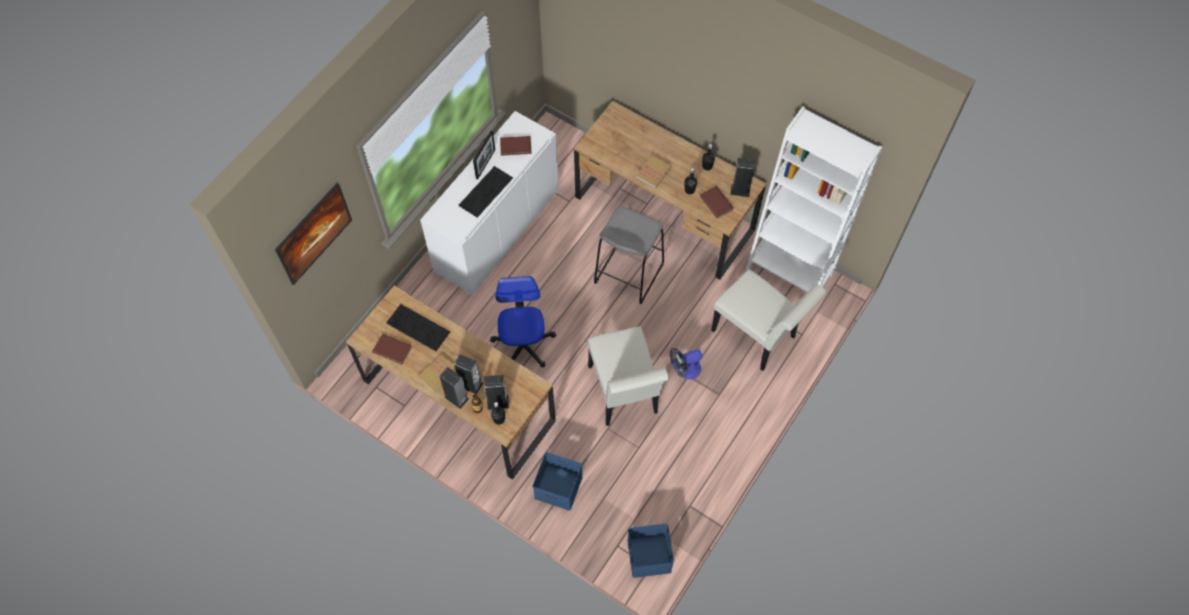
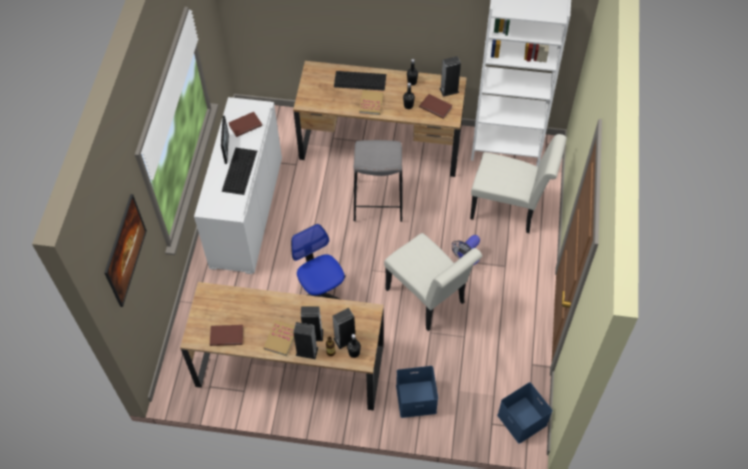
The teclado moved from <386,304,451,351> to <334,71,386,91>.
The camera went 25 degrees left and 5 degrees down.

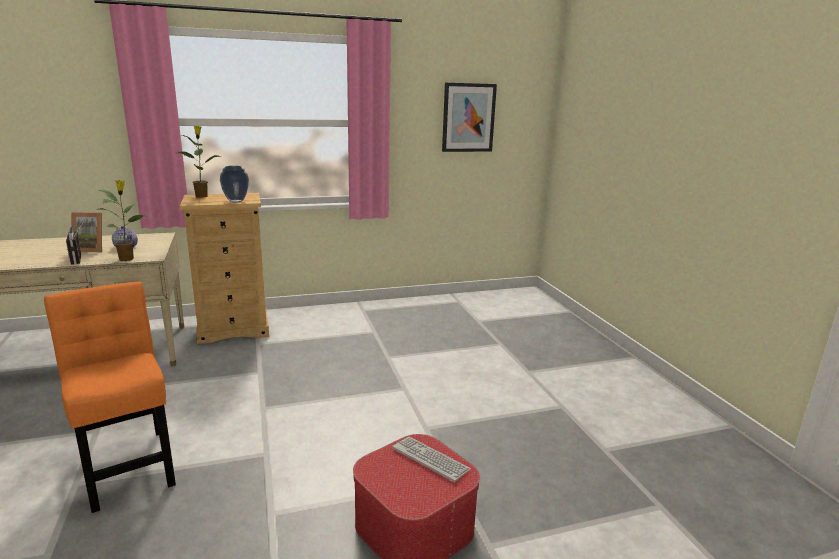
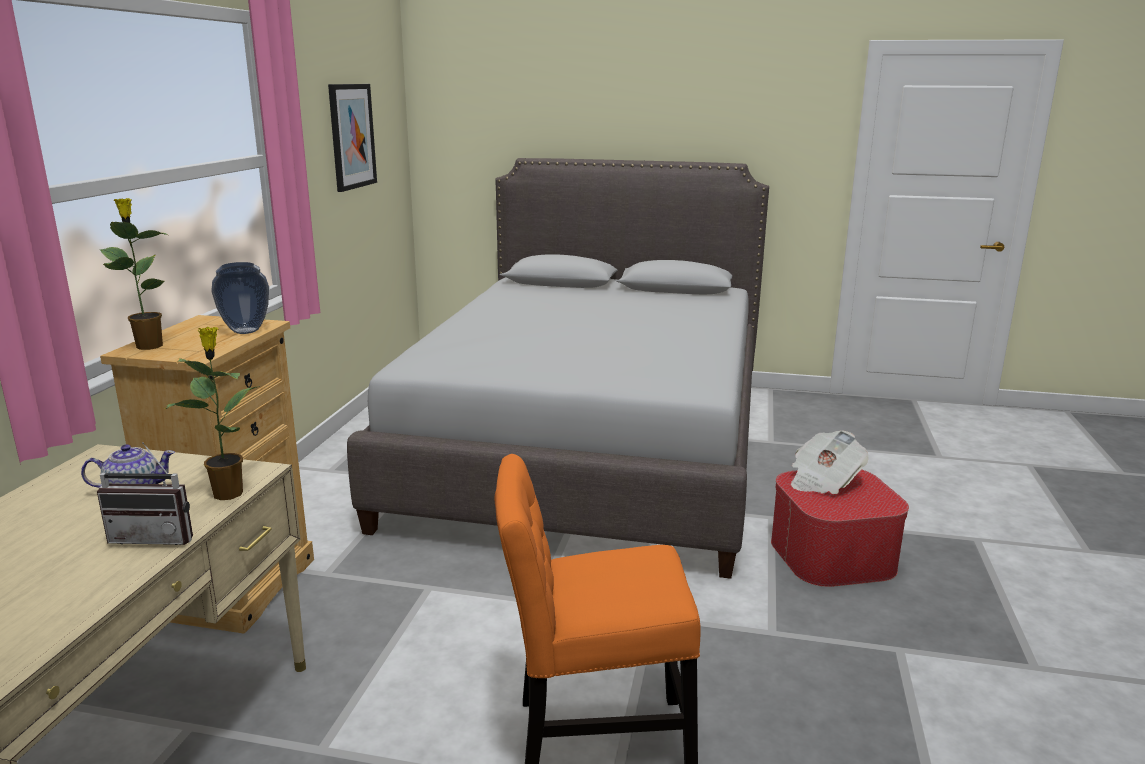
The portarretratos at <71,212,102,252> disappeared.
The cama/gris at <347,158,769,579> appeared.
The teclado at <392,437,471,482> was replaced by the periódico at <791,431,868,494>.
The camera went 60 degrees left and 0 degrees up.

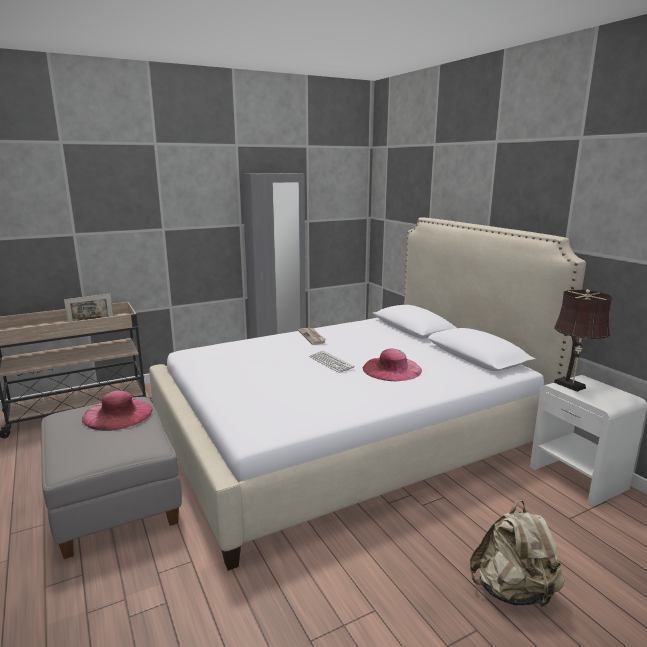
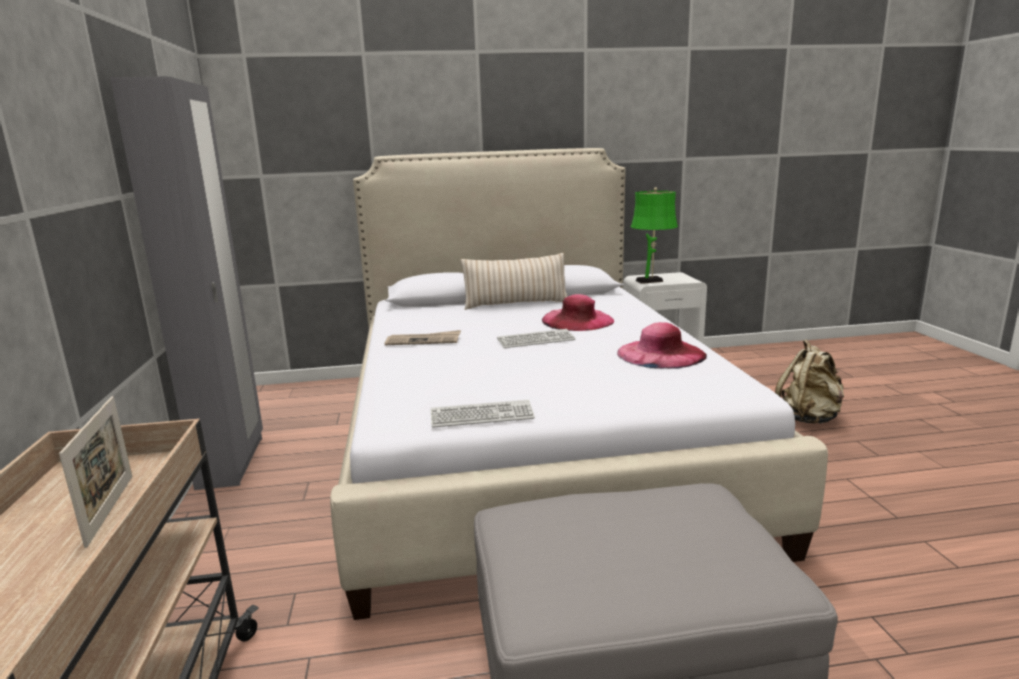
The teclado at <431,400,535,428> appeared.
The cojín/beis at <460,253,568,310> appeared.
The sombrero/rosa moved from <82,390,153,431> to <617,322,707,369>.
The lámpara de mesa/marrón at <554,289,612,392> became the lámpara de mesa/verde at <631,187,678,284>.
The camera went 70 degrees left and 0 degrees up.

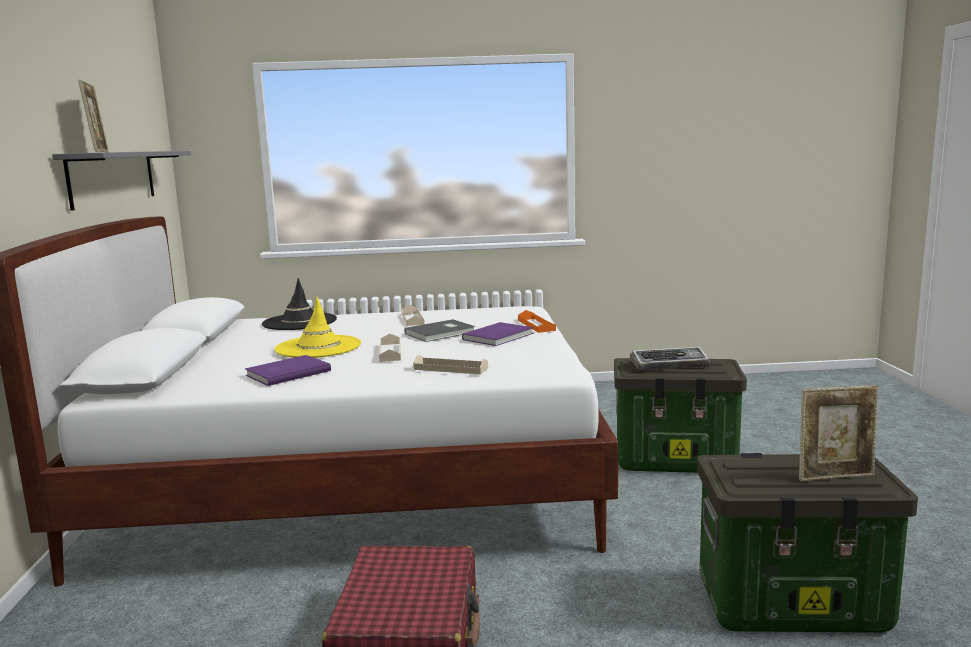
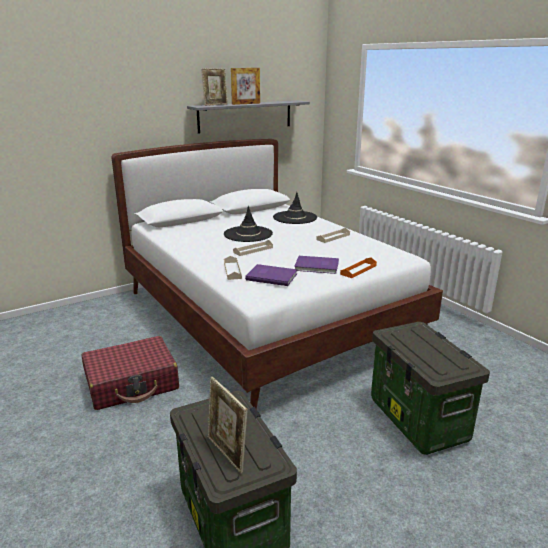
The libro/gris at <404,319,475,342> disappeared.
The teclado at <630,347,710,370> disappeared.
The portarretratos at <231,68,260,105> appeared.
The libro/morado moved from <245,355,331,386> to <245,264,297,286>.
The sombrero/amarillo at <275,297,361,358> became the sombrero/negro at <224,206,273,242>.
The camera went 60 degrees right and 10 degrees up.

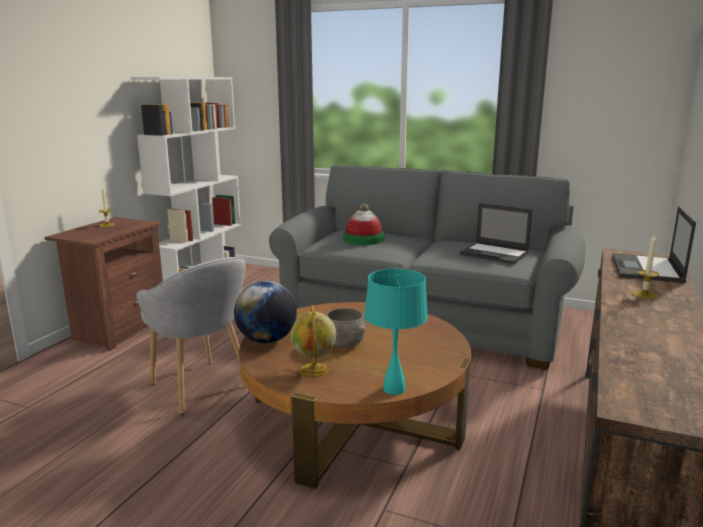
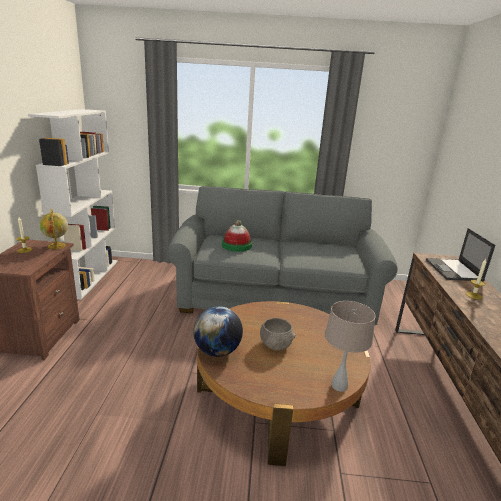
The sillón/gris at <136,257,246,415> disappeared.
The portátil at <460,203,533,264> disappeared.
The globo terráqueo moved from <291,305,337,378> to <39,209,68,249>.
The lámpara de mesa/turquesa at <364,269,428,395> became the lámpara de mesa/beis at <325,301,376,392>.
The camera went 20 degrees left and 5 degrees up.

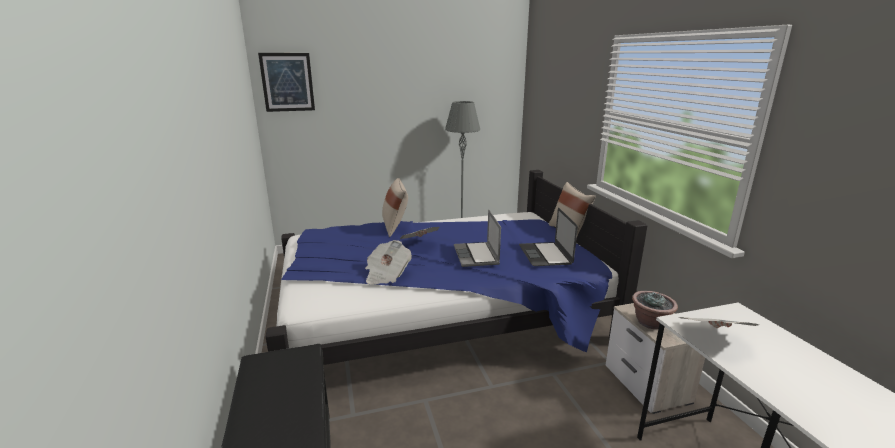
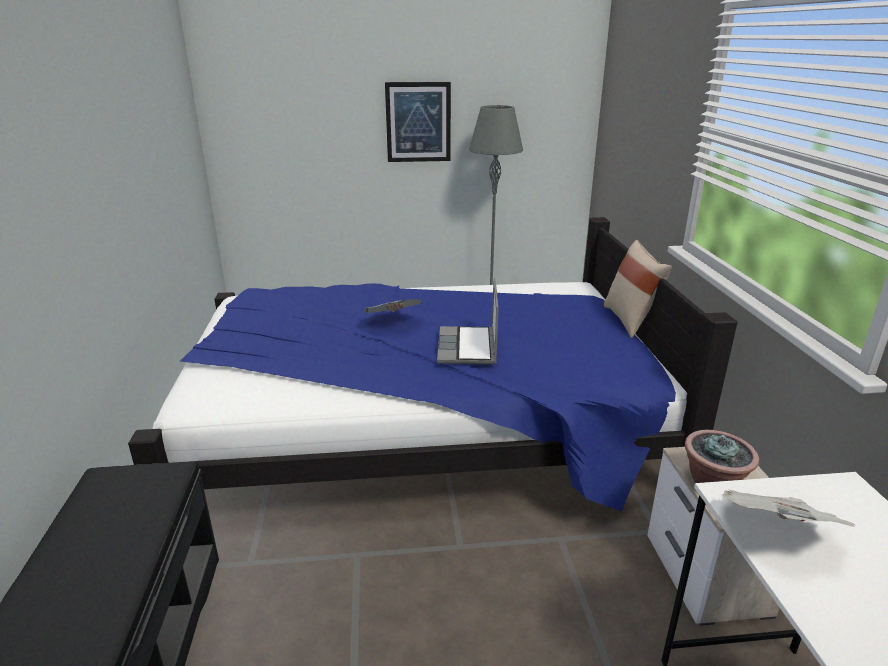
The periódico at <365,240,412,285> disappeared.
The cojín/beis at <382,178,408,237> disappeared.
The portátil at <519,208,578,266> disappeared.
The cuadro moved from <258,53,315,112> to <385,82,451,162>.
The camera went 10 degrees right and 5 degrees up.

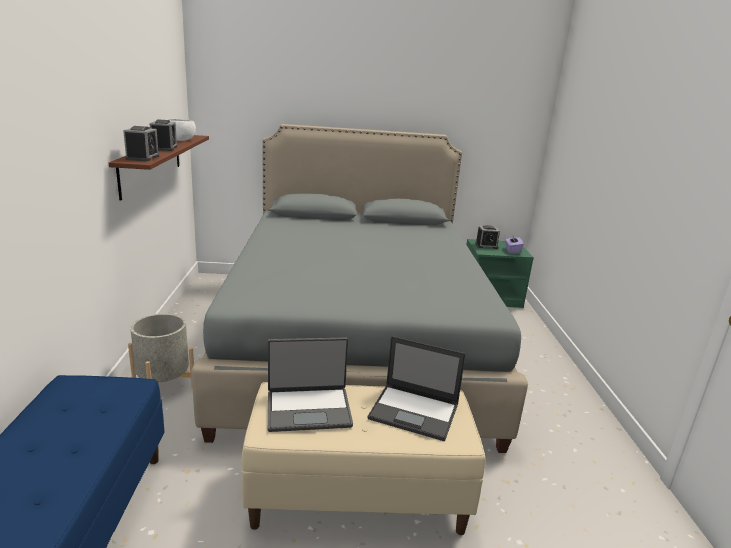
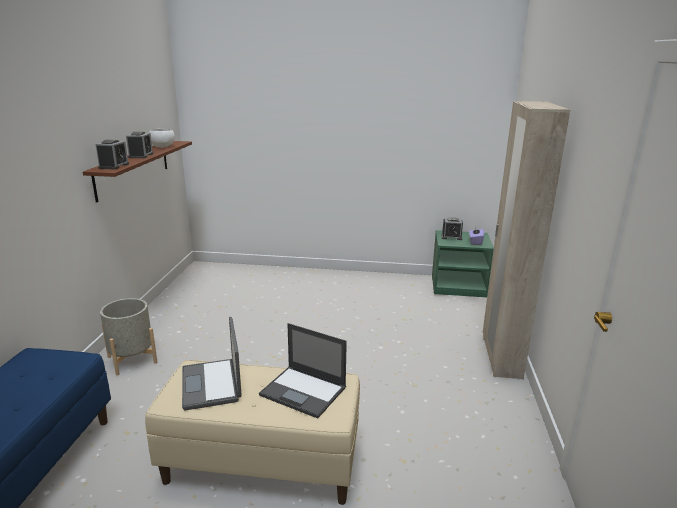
The cama/gris at <191,124,528,453> disappeared.
The armario ropero/beis at <483,101,570,379> appeared.
The portátil at <268,338,353,432> turned 75 degrees clockwise.
The camera went 10 degrees right and 0 degrees up.

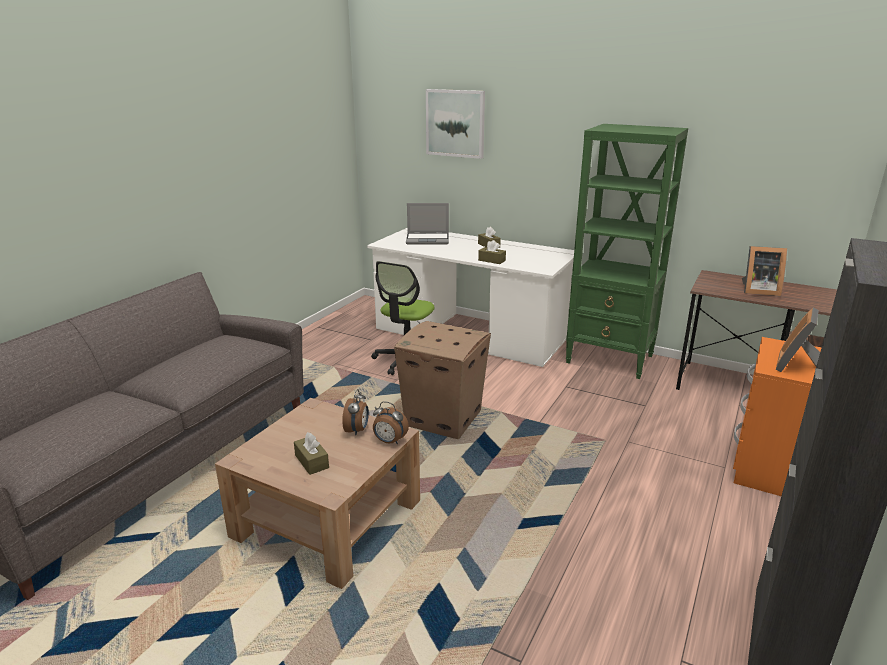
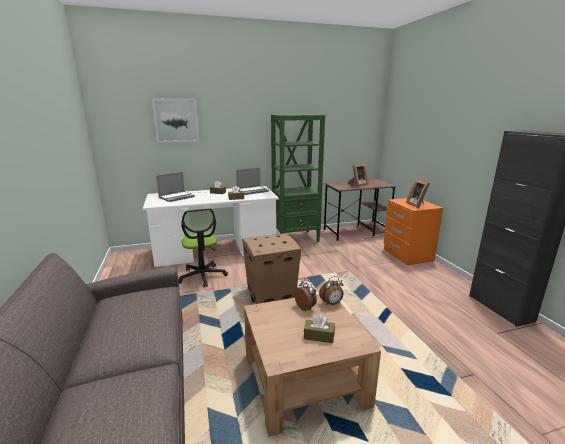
The portátil at <236,168,269,195> appeared.
The camera went 45 degrees left and 5 degrees down.

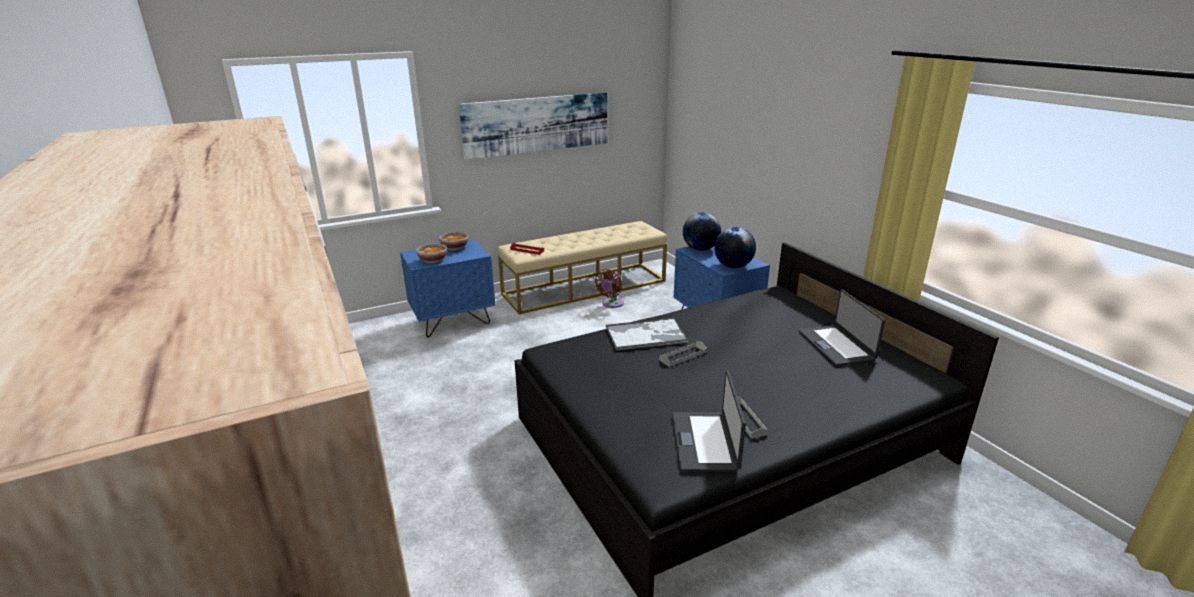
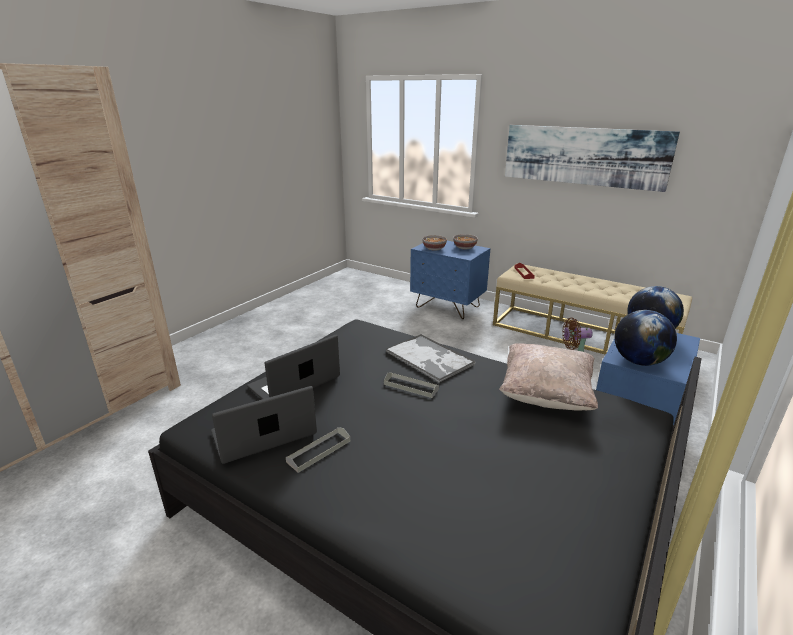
The cojín/beis at <499,343,598,411> appeared.
The portátil moved from <798,289,885,366> to <247,335,340,399>.
The camera went 60 degrees right and 0 degrees up.

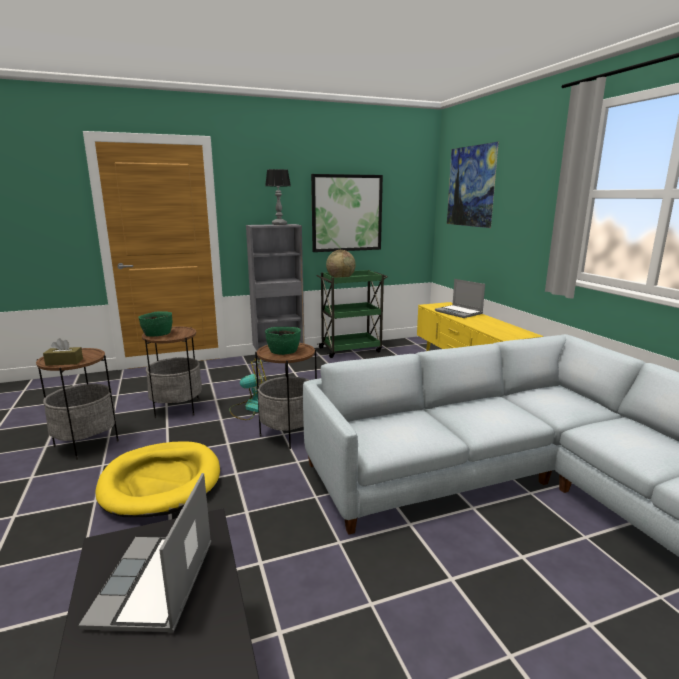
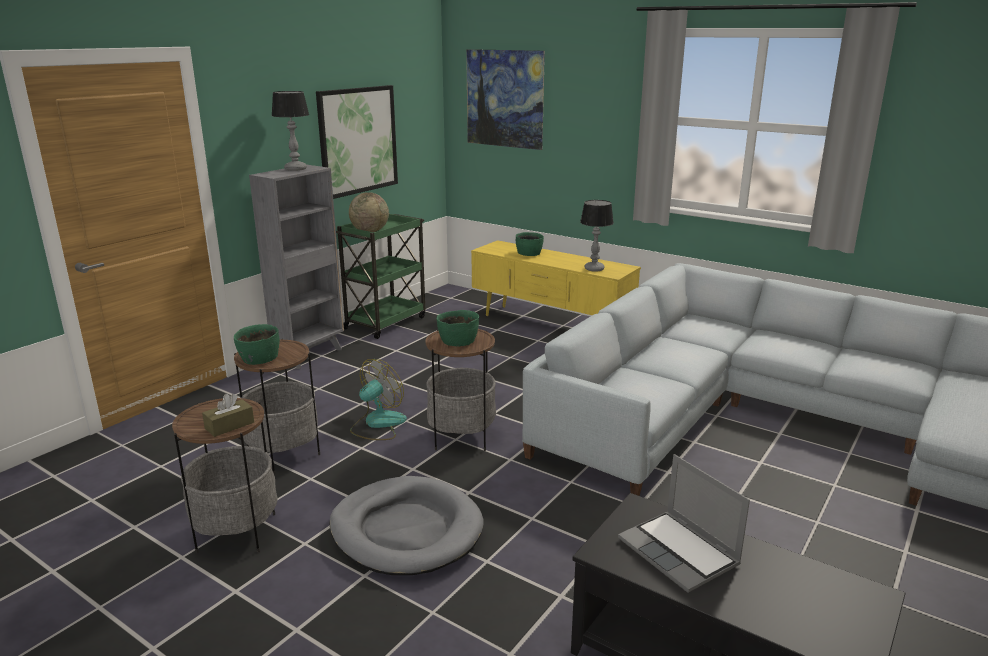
The lámpara de mesa at <580,200,614,272> appeared.
The portátil at <435,279,485,318> was replaced by the cuenco/verde at <516,232,544,256>.
The cama para perro/amarillo at <95,441,220,517> became the cama para perro/gris at <329,476,483,575>.
The camera went 35 degrees left and 5 degrees up.

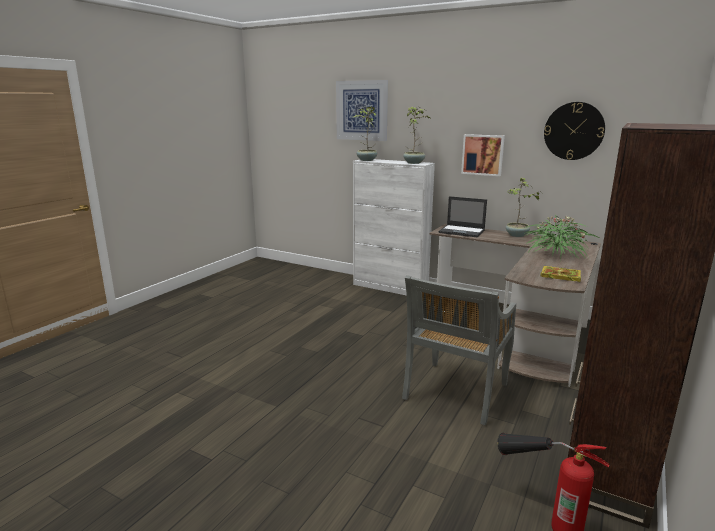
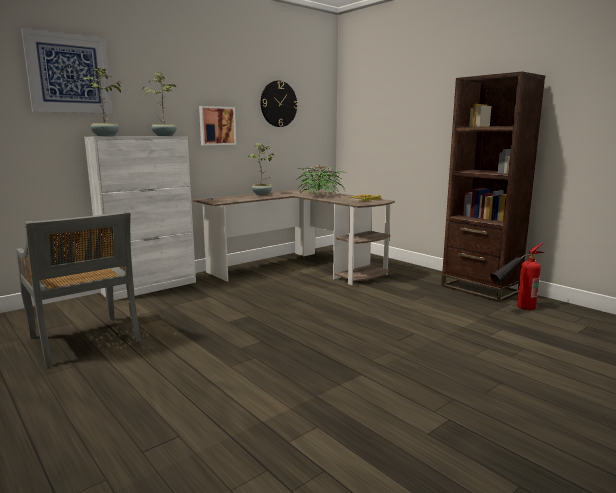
The portátil at <438,196,487,237> disappeared.
The silla/gris moved from <402,275,516,425> to <16,211,141,367>.
The camera went 70 degrees left and 5 degrees down.

